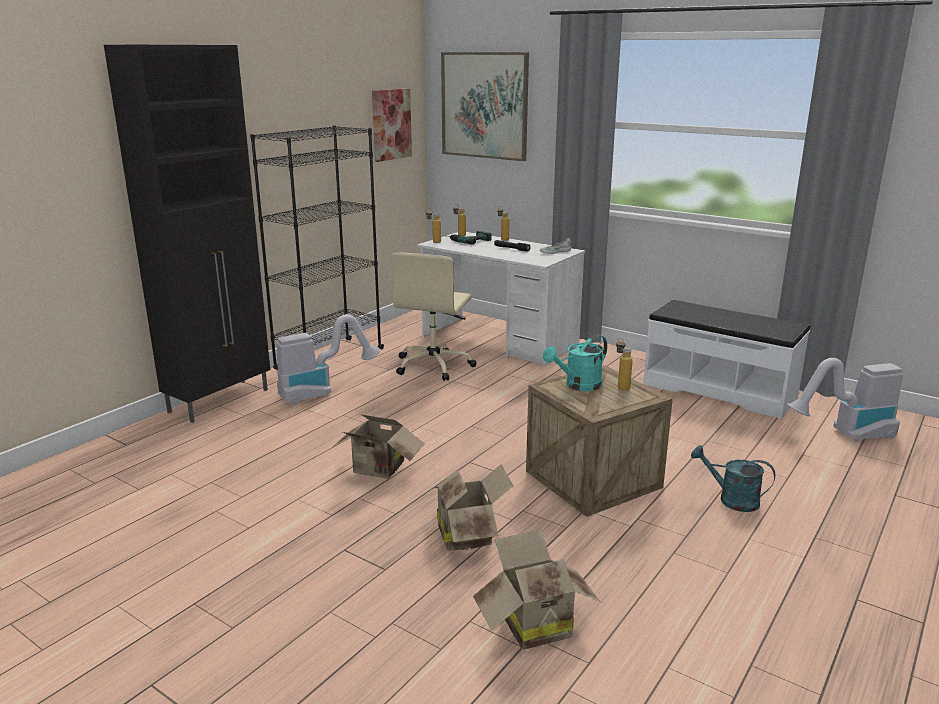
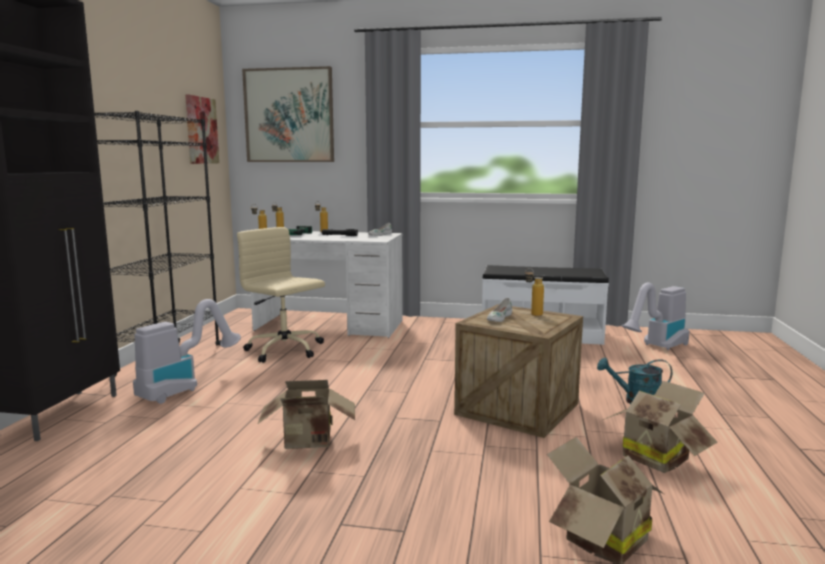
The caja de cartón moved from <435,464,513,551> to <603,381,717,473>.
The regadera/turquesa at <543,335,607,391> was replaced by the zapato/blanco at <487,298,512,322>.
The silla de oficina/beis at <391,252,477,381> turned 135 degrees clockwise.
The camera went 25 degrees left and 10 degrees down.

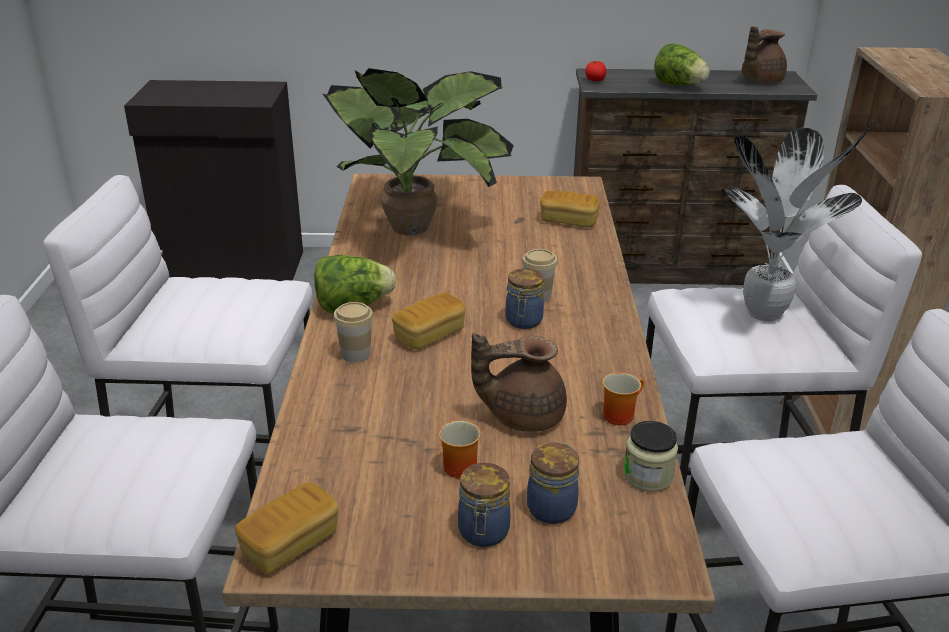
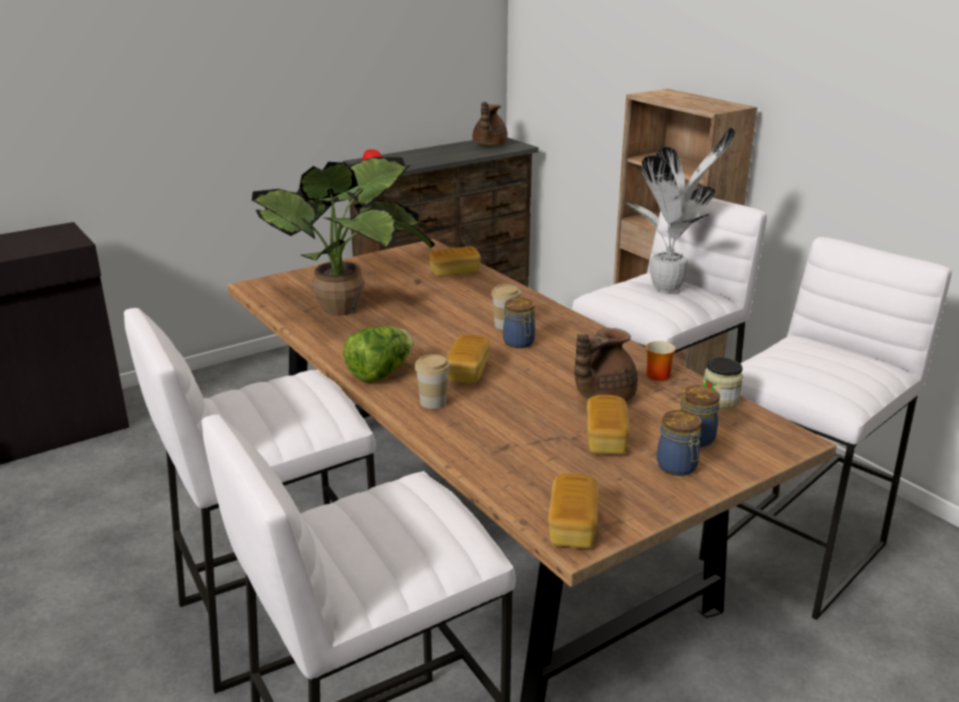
The lechuga at <654,43,710,85> disappeared.
The taza grande at <439,420,481,478> was replaced by the pan at <587,395,630,454>.
The camera went 35 degrees left and 5 degrees down.

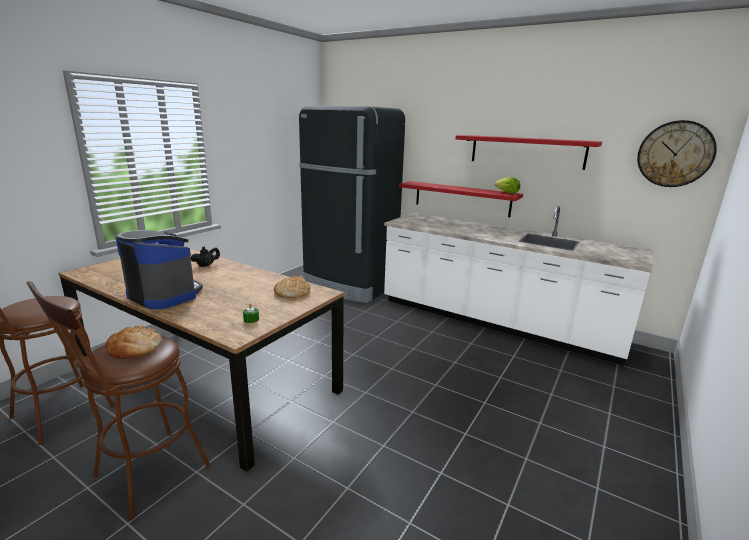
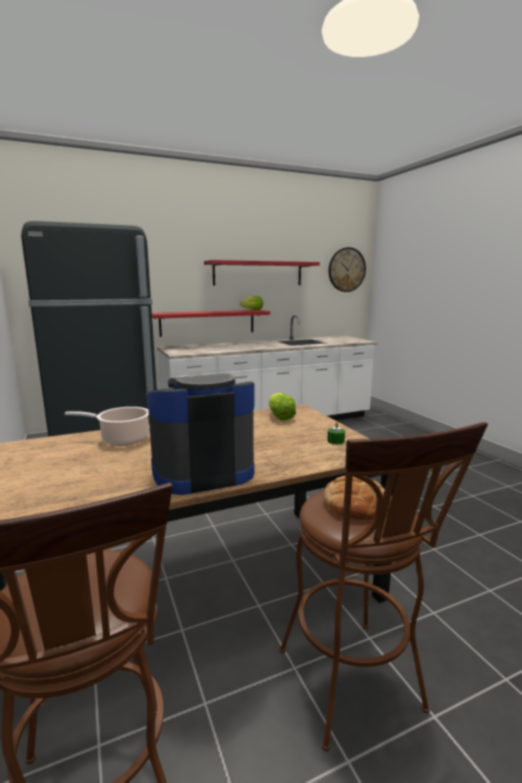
The tetera/negro at <191,247,220,267> was replaced by the olla at <64,407,149,446>.
The pan at <274,276,310,298> was replaced by the lechuga at <269,393,296,421>.
The camera went 55 degrees left and 5 degrees down.

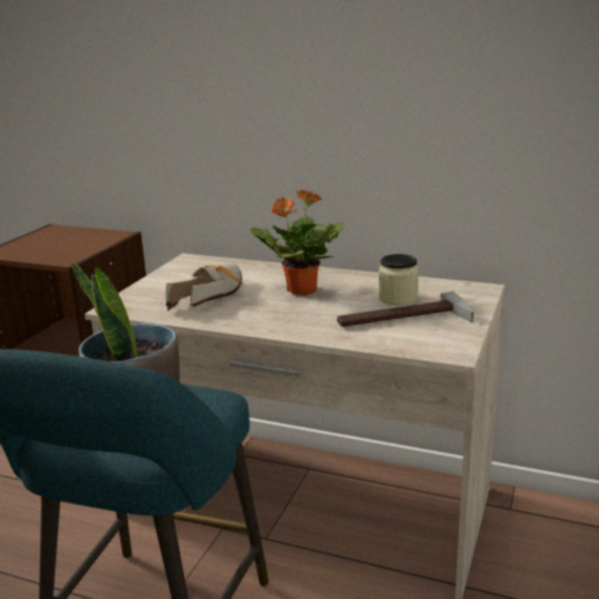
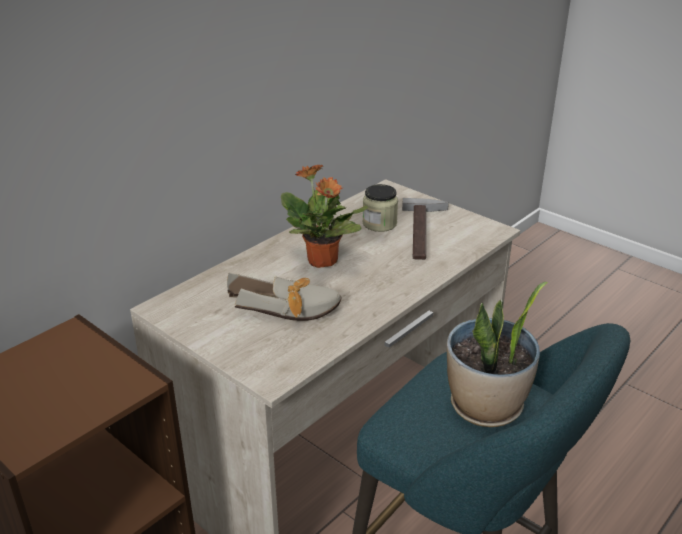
The zapato at <166,264,243,311> turned 135 degrees clockwise.
The camera went 70 degrees left and 10 degrees up.

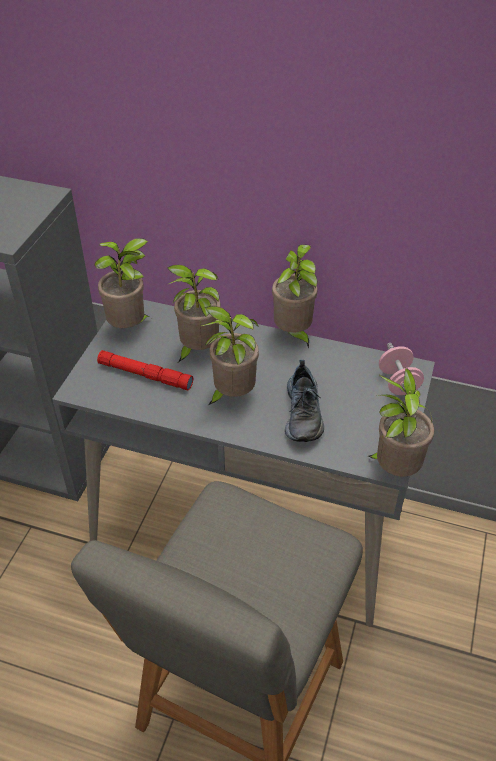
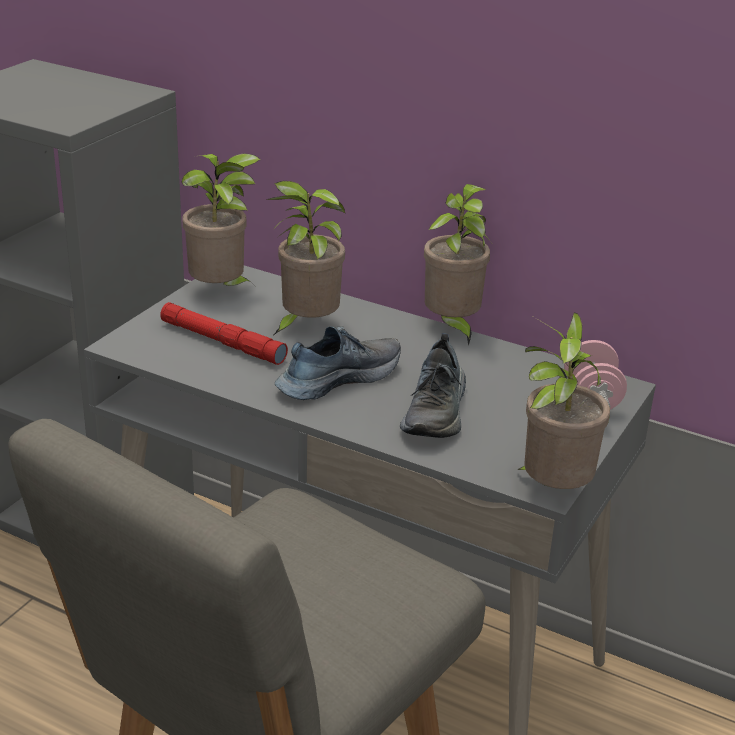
The planta en maceta at <198,306,259,405> was replaced by the zapato at <275,326,401,400>.
The camera went 10 degrees right and 15 degrees down.

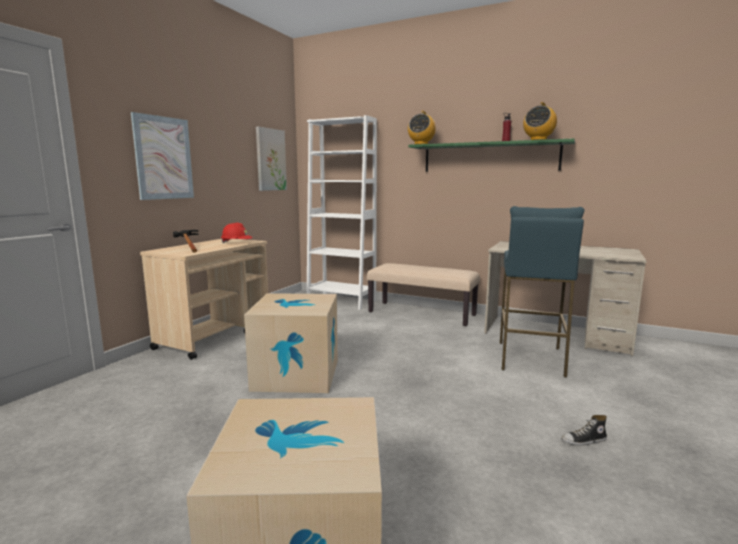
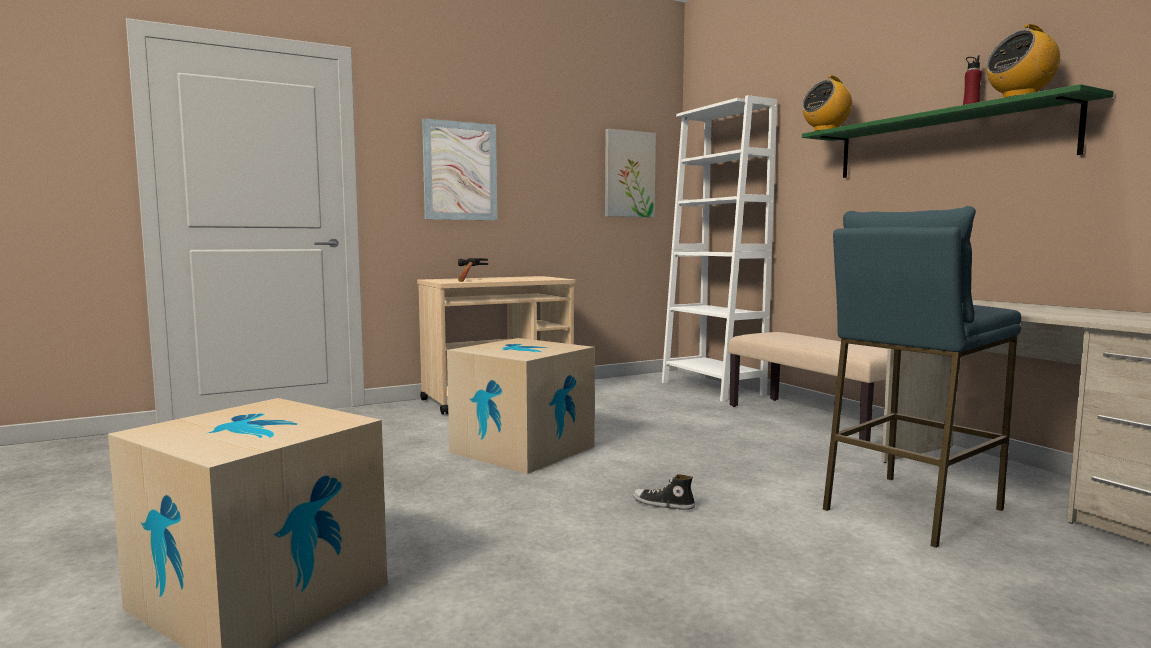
The casco/rojo at <221,223,253,243> disappeared.
The zapato moved from <561,415,607,446> to <632,474,695,510>.
The camera went 35 degrees right and 5 degrees down.

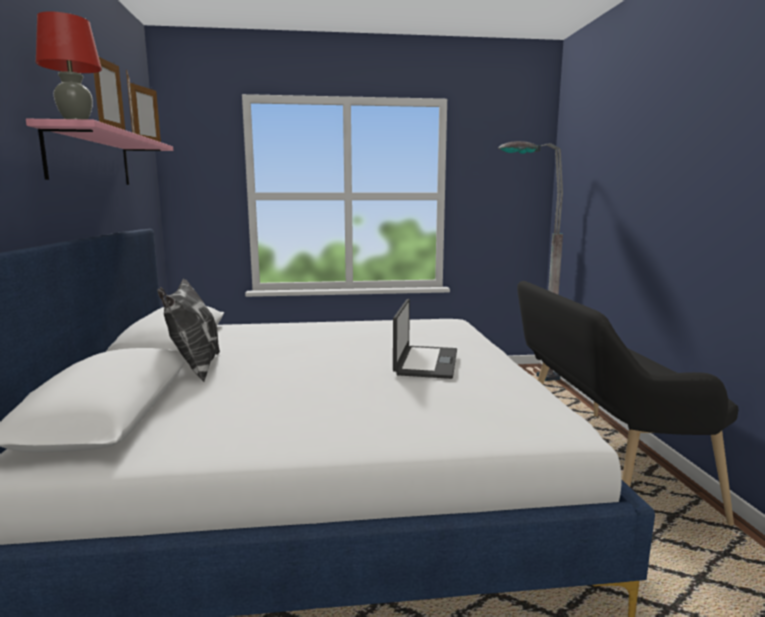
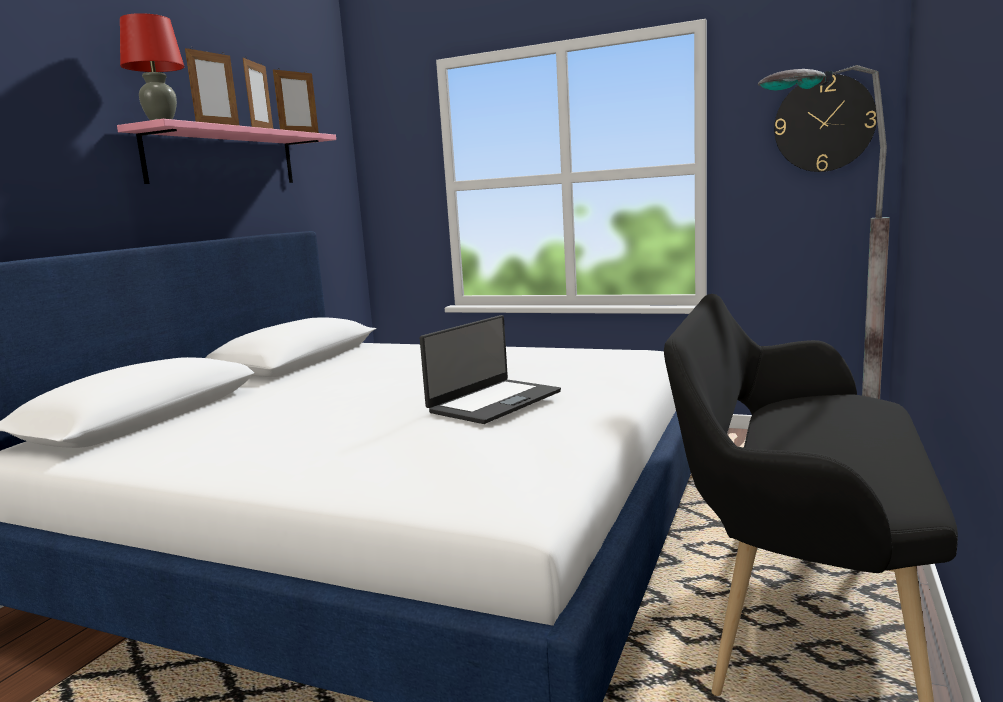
The cojín at <157,279,220,382> disappeared.
The reloj de pared at <774,74,877,172> appeared.
The camera went 30 degrees right and 0 degrees up.

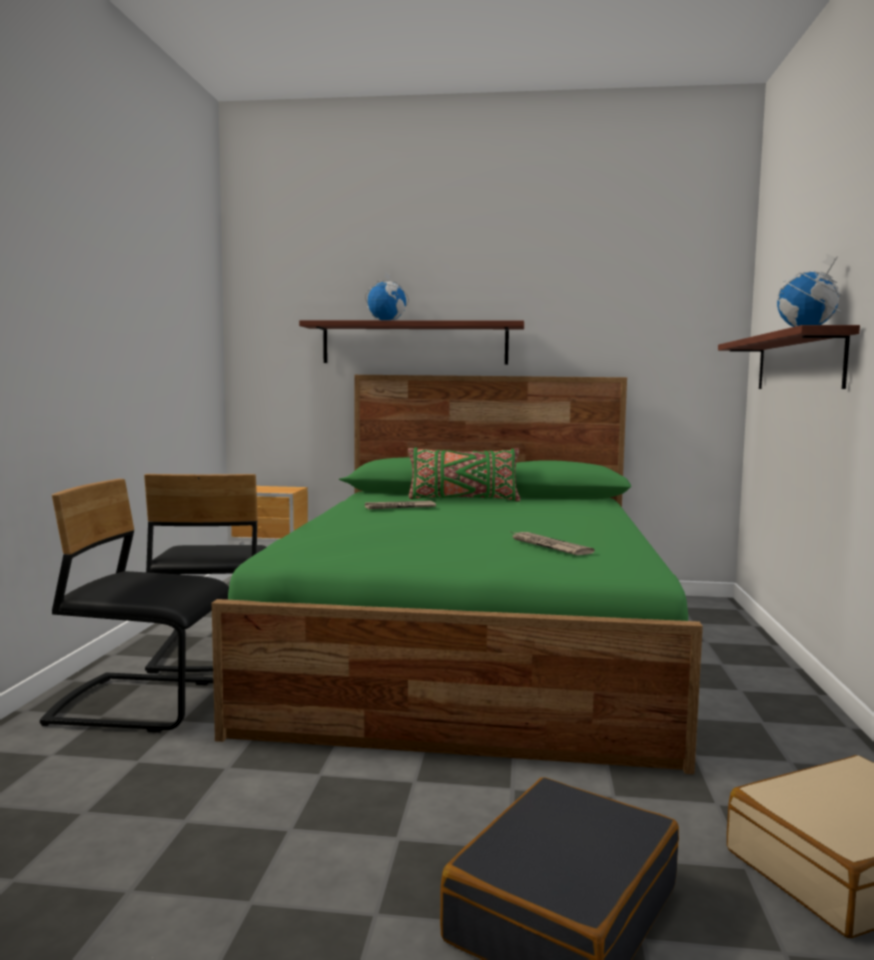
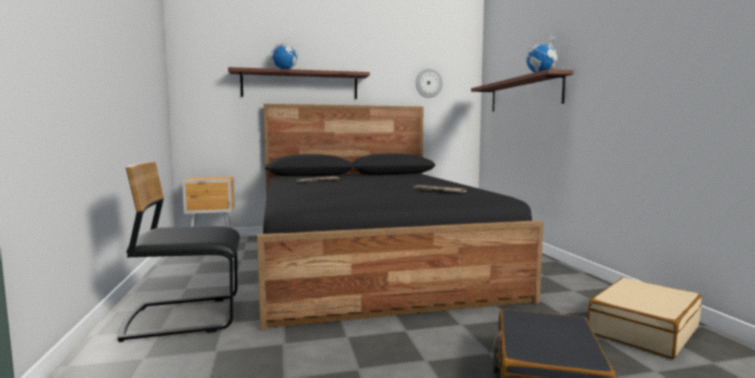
The silla/negro at <144,474,266,673> disappeared.
The cojín/verde at <408,448,520,502> disappeared.
The reloj de pared at <416,68,443,98> appeared.
The cama/verde at <212,375,703,774> became the cama/negro at <257,104,544,330>.
The camera went 20 degrees left and 0 degrees up.

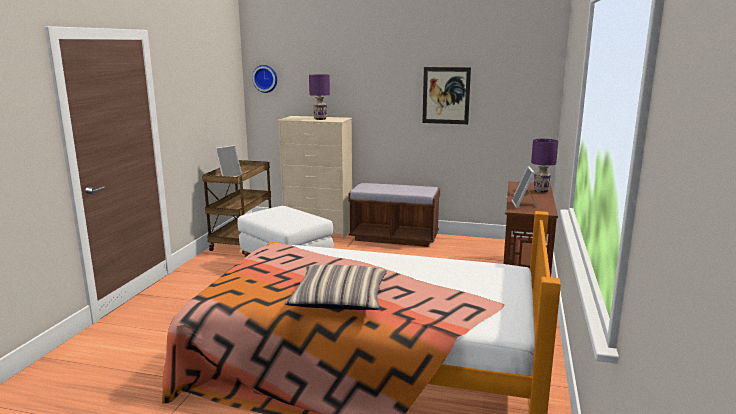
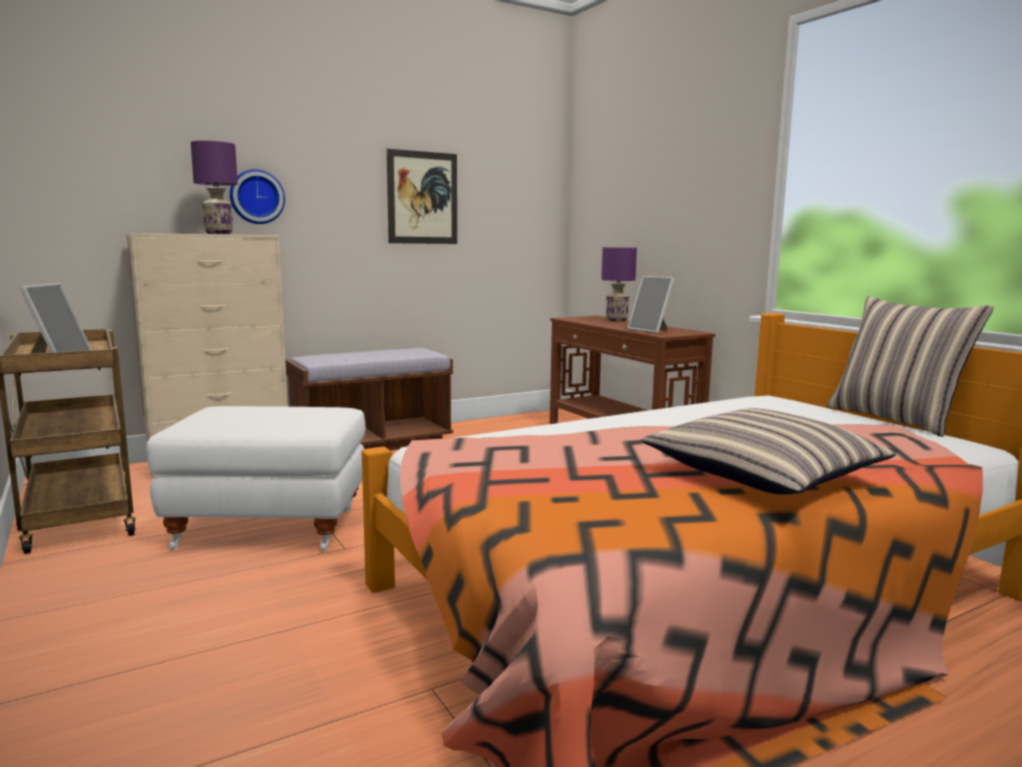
The cojín at <827,296,994,437> appeared.
The reloj de pared moved from <252,65,277,93> to <230,169,285,224>.
The camera went 45 degrees left and 5 degrees down.

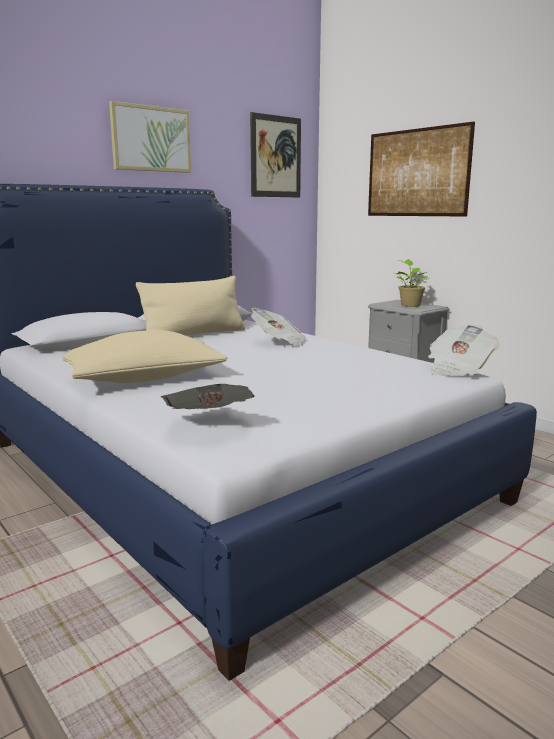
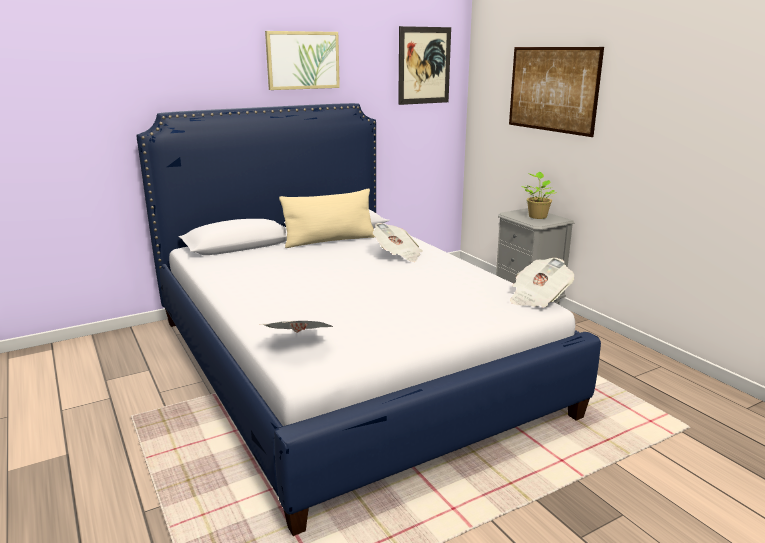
The cojín/beis at <62,330,227,383> disappeared.
The camera went 10 degrees right and 5 degrees up.

